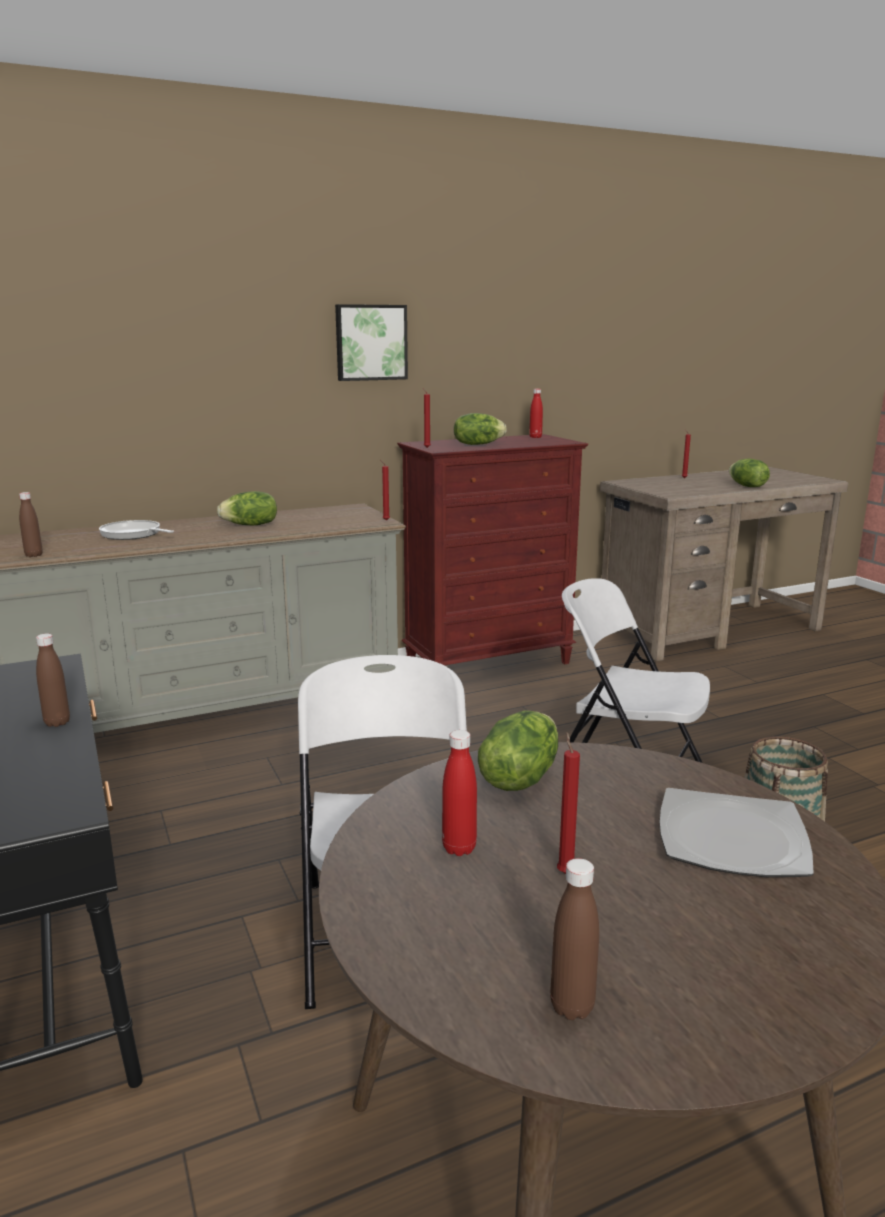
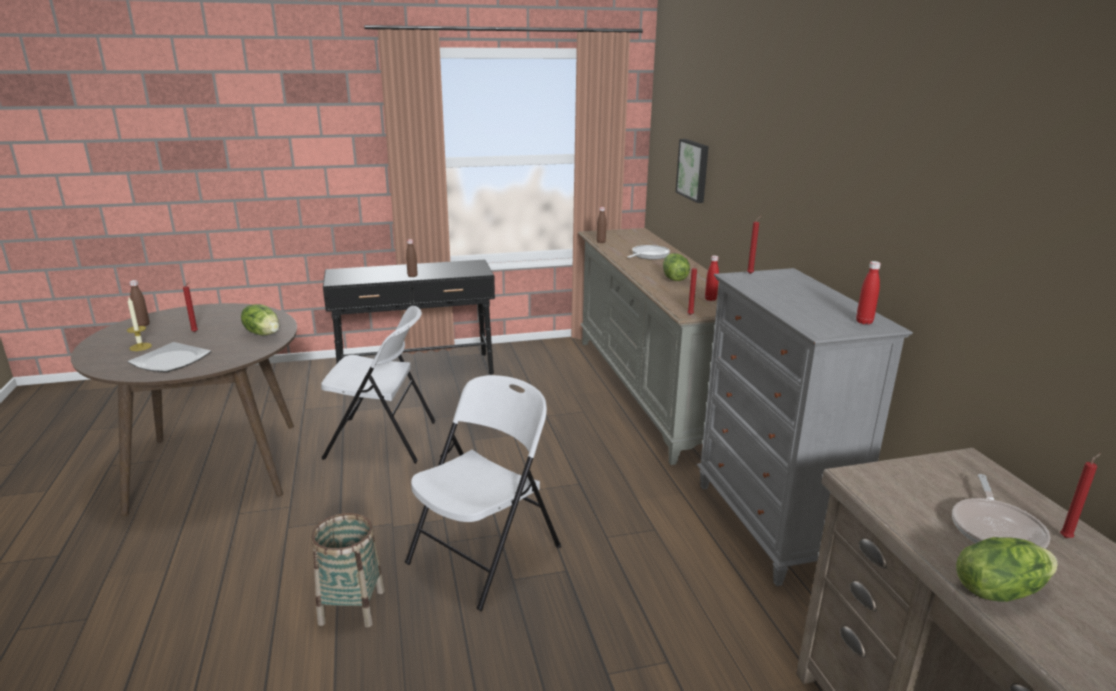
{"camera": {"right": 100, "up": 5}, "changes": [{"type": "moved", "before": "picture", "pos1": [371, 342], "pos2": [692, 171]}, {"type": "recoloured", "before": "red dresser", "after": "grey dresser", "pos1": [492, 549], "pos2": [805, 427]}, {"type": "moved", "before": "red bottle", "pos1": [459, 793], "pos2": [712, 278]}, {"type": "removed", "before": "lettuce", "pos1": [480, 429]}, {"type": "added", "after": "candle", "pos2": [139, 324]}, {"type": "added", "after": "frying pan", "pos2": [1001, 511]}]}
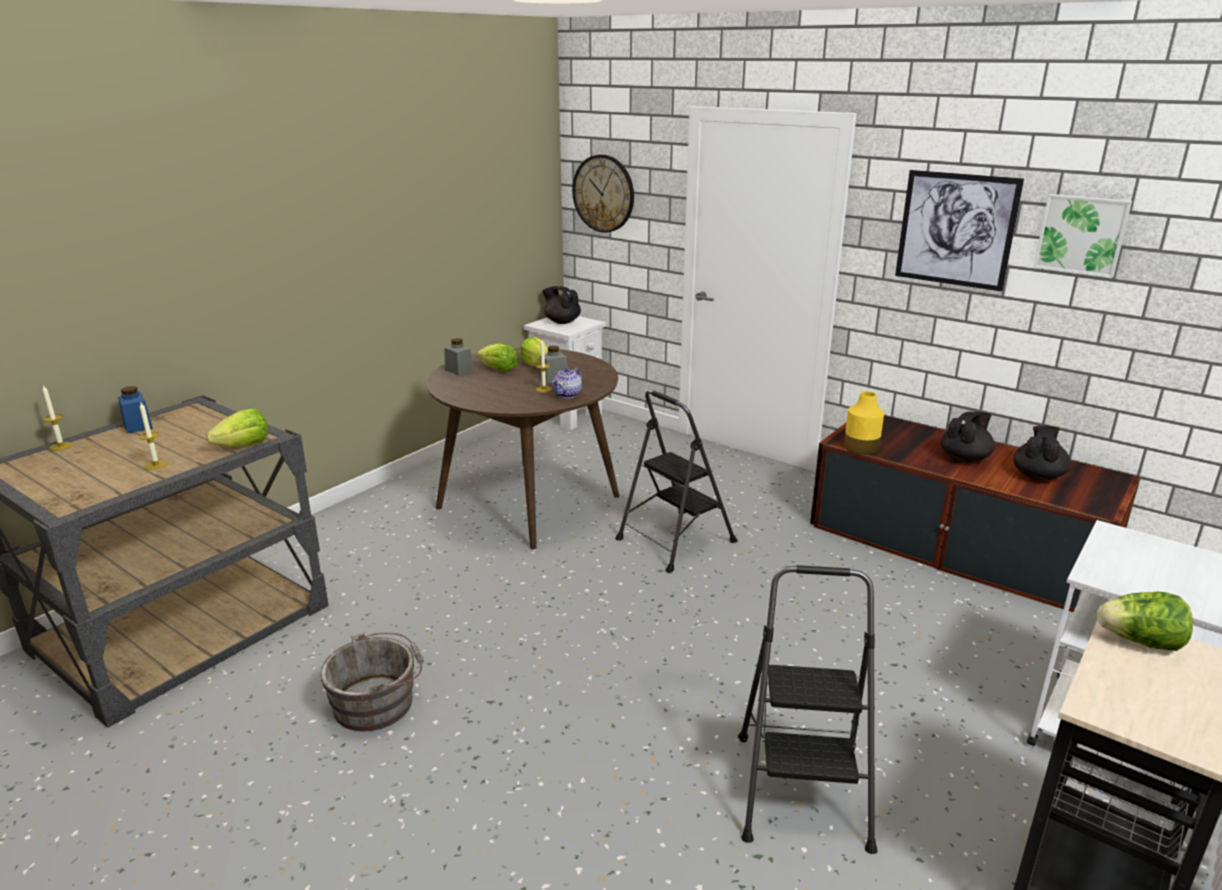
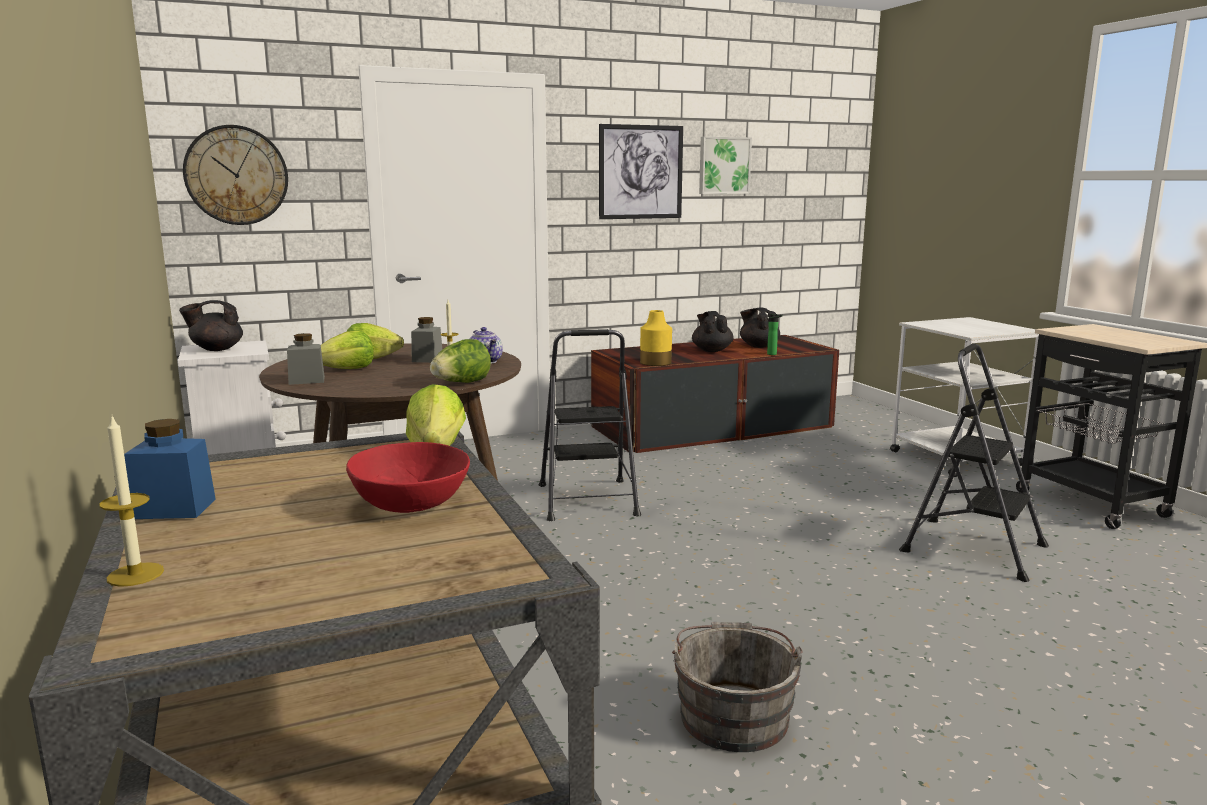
{"camera": {"right": -60, "up": -10}, "changes": [{"type": "replaced", "before": "candle", "after": "red bowl", "pos1": [153, 436], "pos2": [408, 477]}, {"type": "moved", "before": "lettuce", "pos1": [1145, 621], "pos2": [460, 361]}, {"type": "added", "after": "bottle", "pos2": [775, 334]}]}
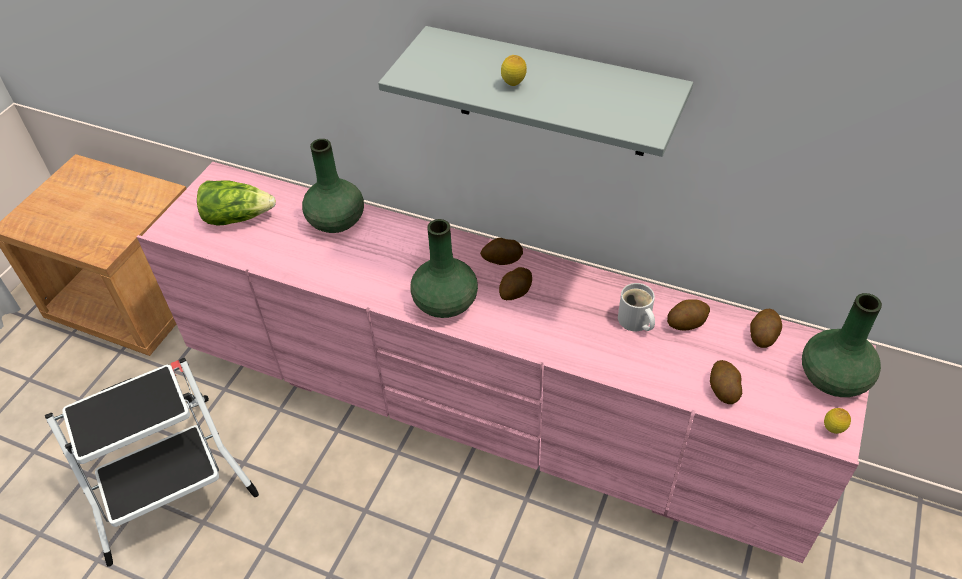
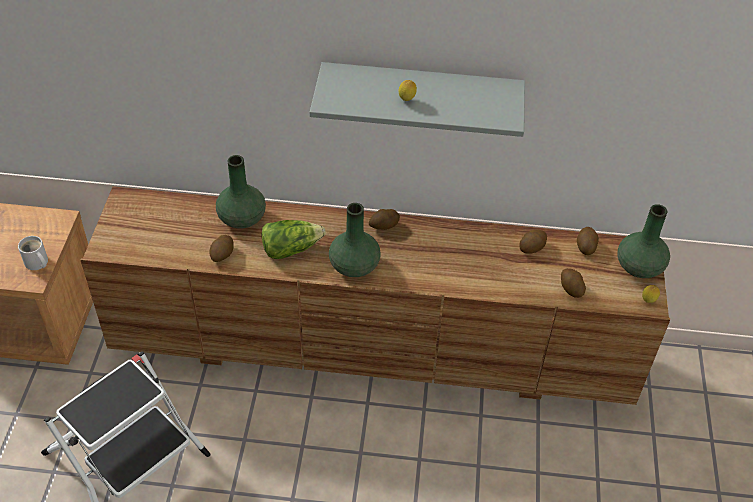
{"camera": {"right": -20, "up": 0}, "changes": [{"type": "recoloured", "before": "pink cabinet", "after": "brown cabinet", "pos1": [506, 362], "pos2": [375, 295]}, {"type": "moved", "before": "lettuce", "pos1": [236, 203], "pos2": [293, 239]}, {"type": "moved", "before": "potato", "pos1": [515, 283], "pos2": [222, 248]}, {"type": "moved", "before": "white mug", "pos1": [636, 307], "pos2": [33, 253]}]}
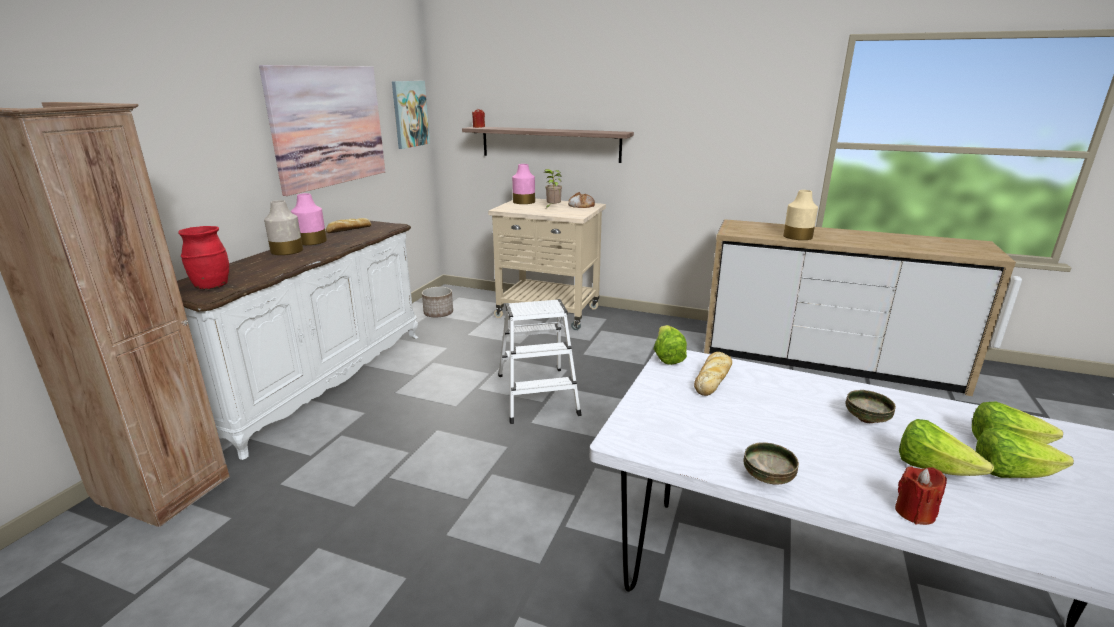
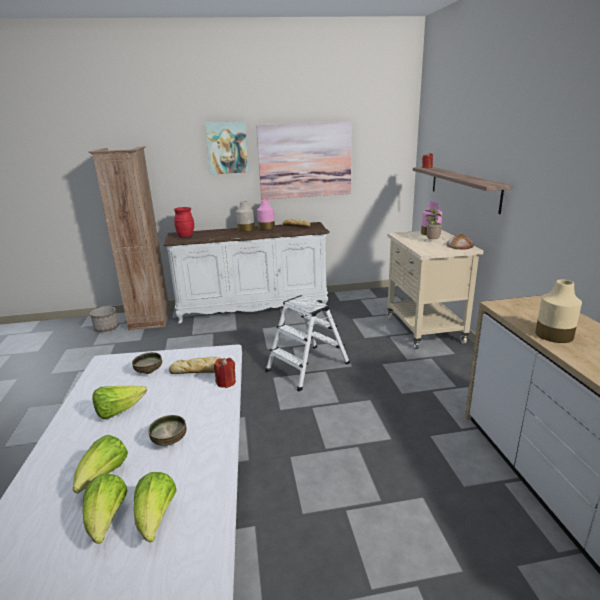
{"camera": {"right": 60, "up": 0}, "changes": [{"type": "moved", "before": "picture", "pos1": [411, 115], "pos2": [227, 148]}, {"type": "moved", "before": "planter", "pos1": [437, 302], "pos2": [104, 319]}, {"type": "moved", "before": "lettuce", "pos1": [670, 345], "pos2": [119, 402]}, {"type": "moved", "before": "bowl", "pos1": [771, 463], "pos2": [147, 363]}, {"type": "moved", "before": "red candle", "pos1": [921, 495], "pos2": [225, 373]}]}
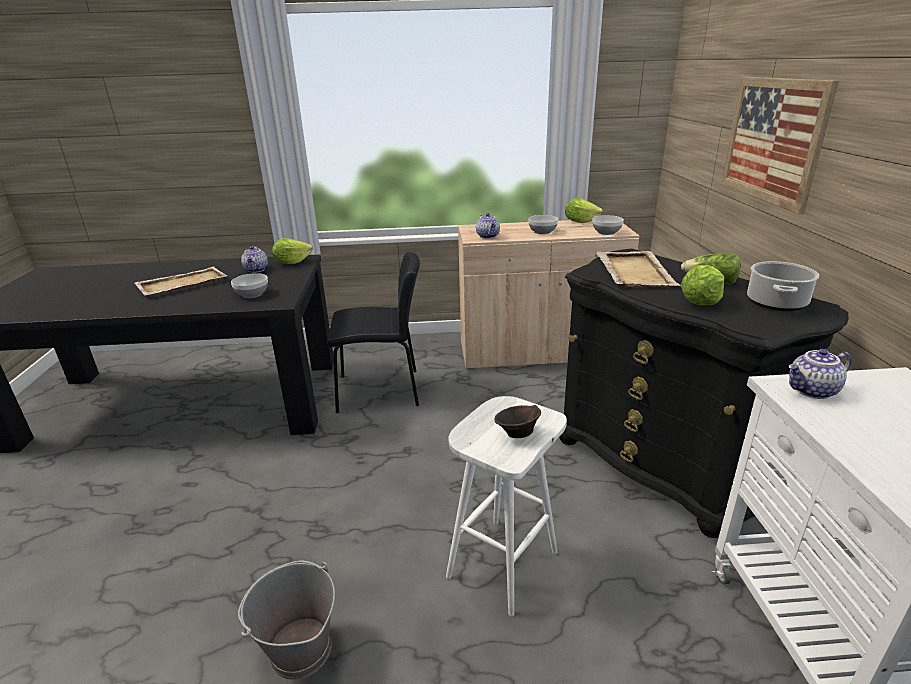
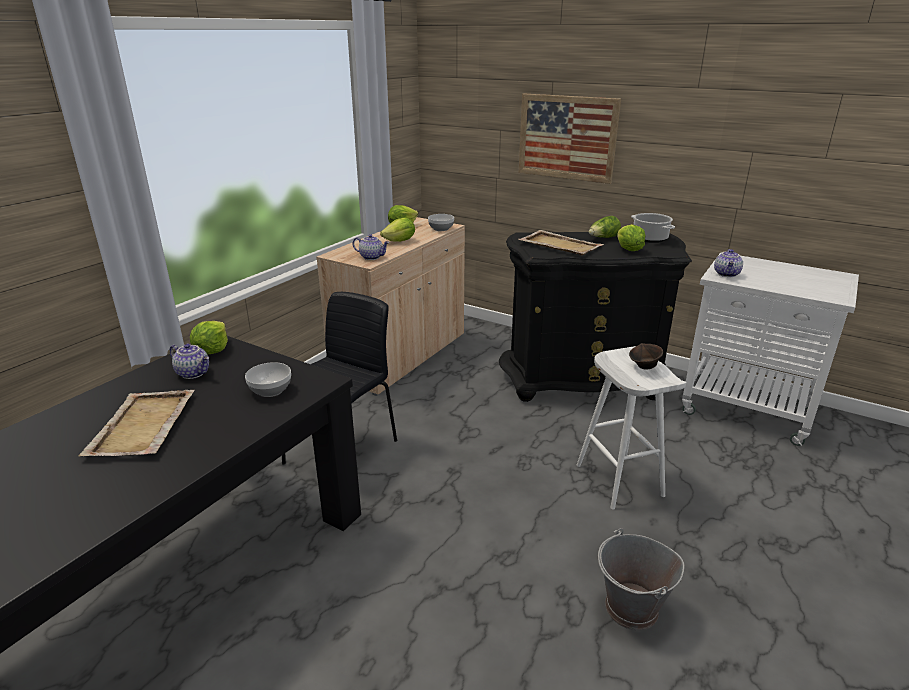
{"camera": {"right": -55, "up": 0}, "changes": [{"type": "replaced", "before": "bowl", "after": "lettuce", "pos1": [543, 224], "pos2": [397, 230]}]}
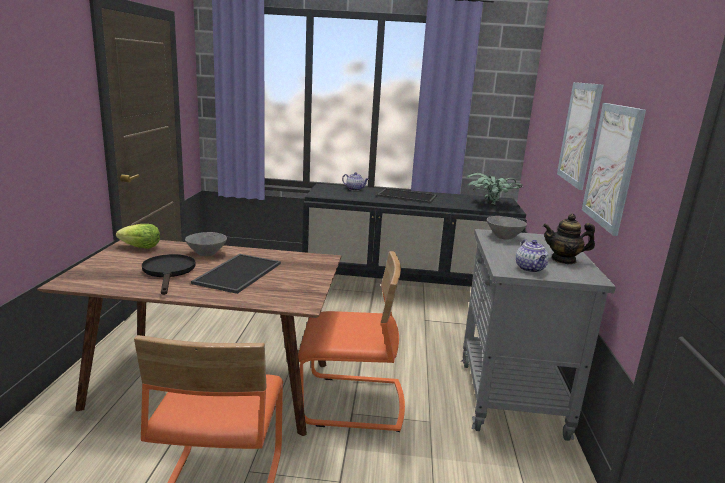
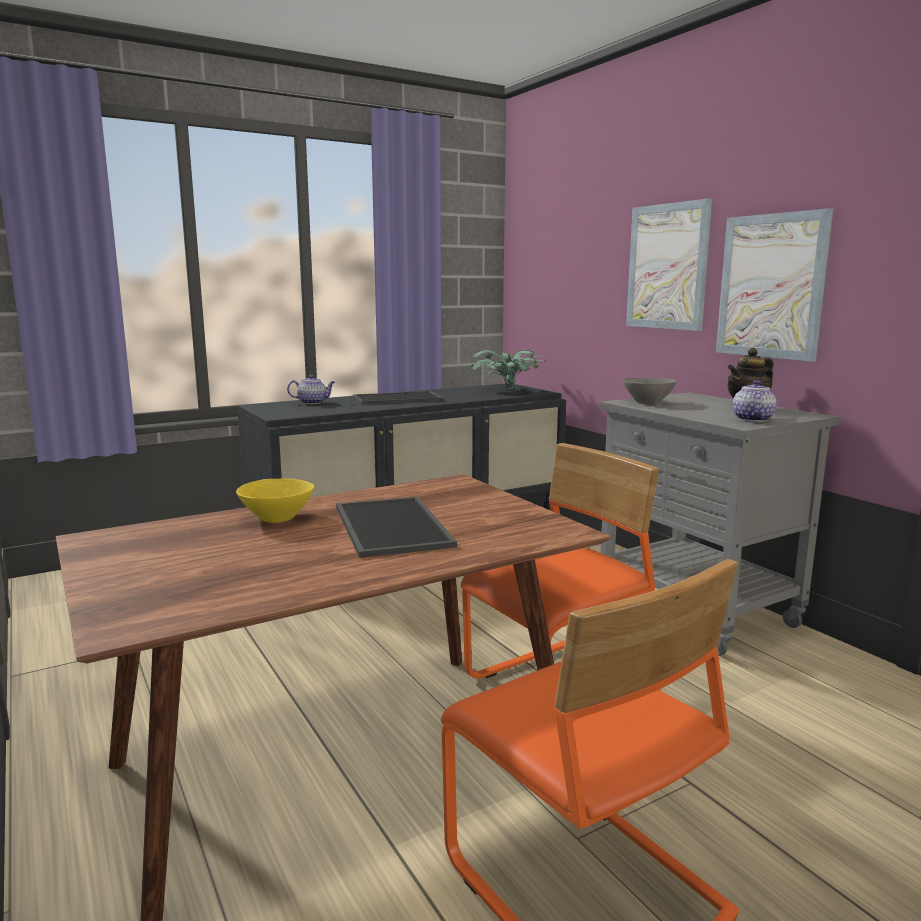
{"camera": {"right": -35, "up": -5}, "changes": [{"type": "removed", "before": "lettuce", "pos1": [138, 236]}, {"type": "removed", "before": "black frying pan", "pos1": [168, 274]}, {"type": "recoloured", "before": "grey bowl", "after": "yellow bowl", "pos1": [206, 244], "pos2": [275, 500]}, {"type": "turned", "before": "teapot", "pos1": [532, 256], "pos2": [754, 401], "turn": -120}]}
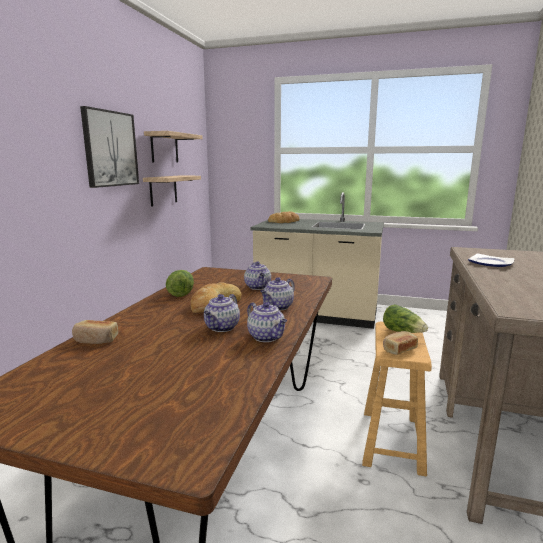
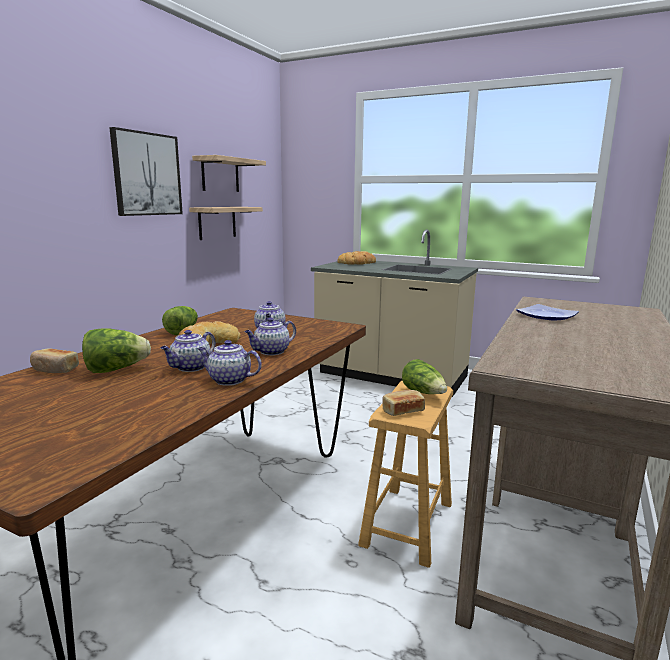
{"camera": {"right": 10, "up": 0}, "changes": [{"type": "turned", "before": "teapot", "pos1": [267, 322], "pos2": [229, 363], "turn": 135}, {"type": "added", "after": "lettuce", "pos2": [116, 350]}]}
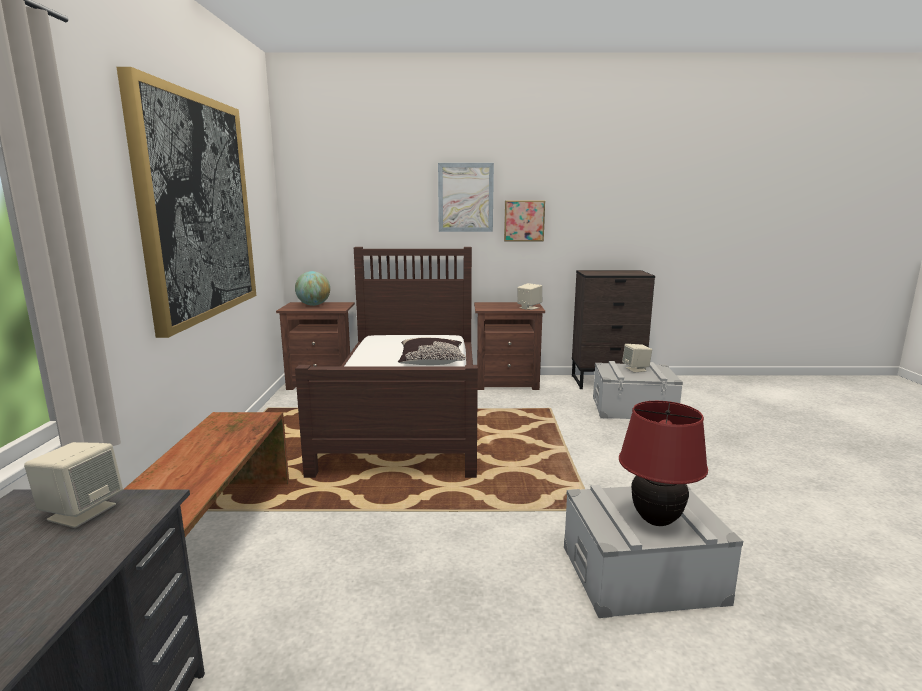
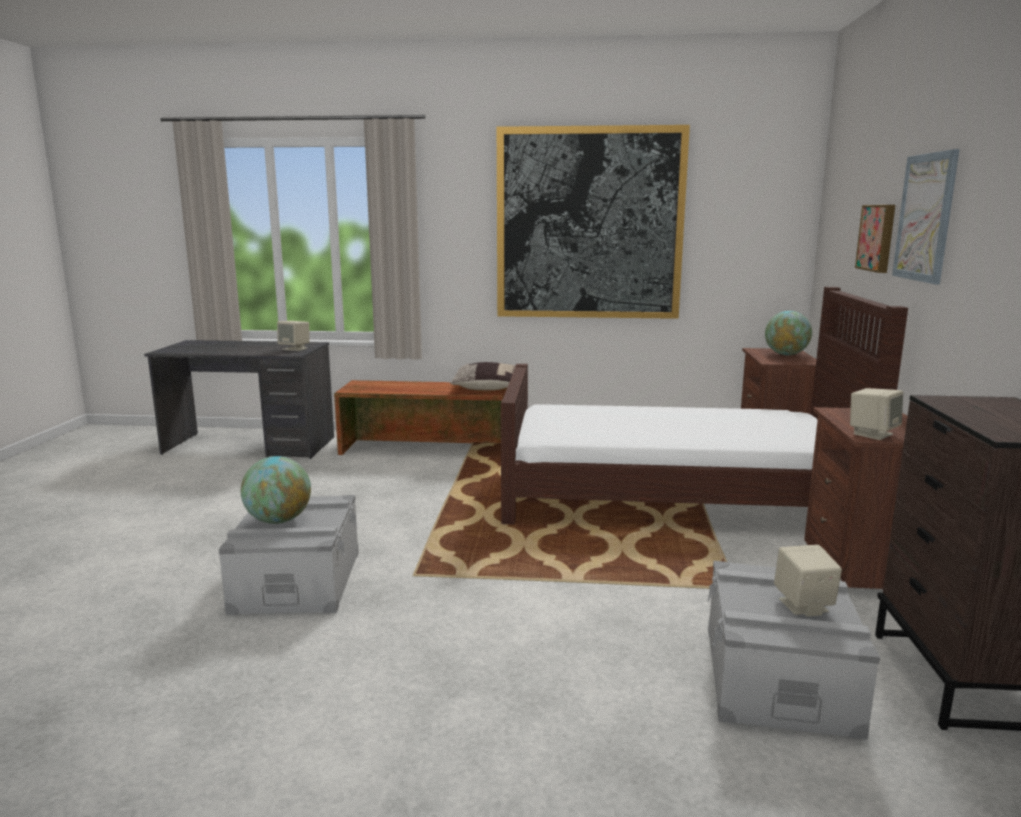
{"camera": {"right": 95, "up": 0}, "changes": [{"type": "moved", "before": "pillow", "pos1": [432, 351], "pos2": [483, 376]}, {"type": "moved", "before": "picture", "pos1": [524, 221], "pos2": [875, 239]}, {"type": "replaced", "before": "red table lamp", "after": "globe", "pos1": [663, 463], "pos2": [276, 490]}]}
